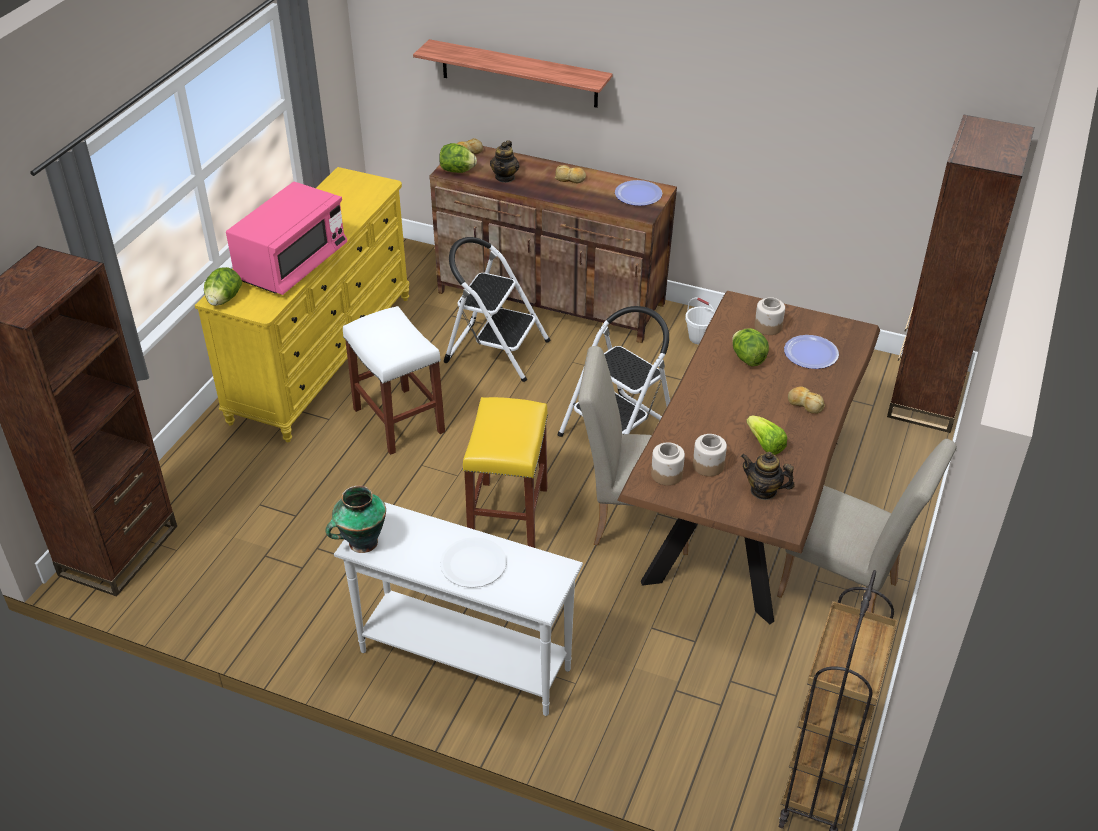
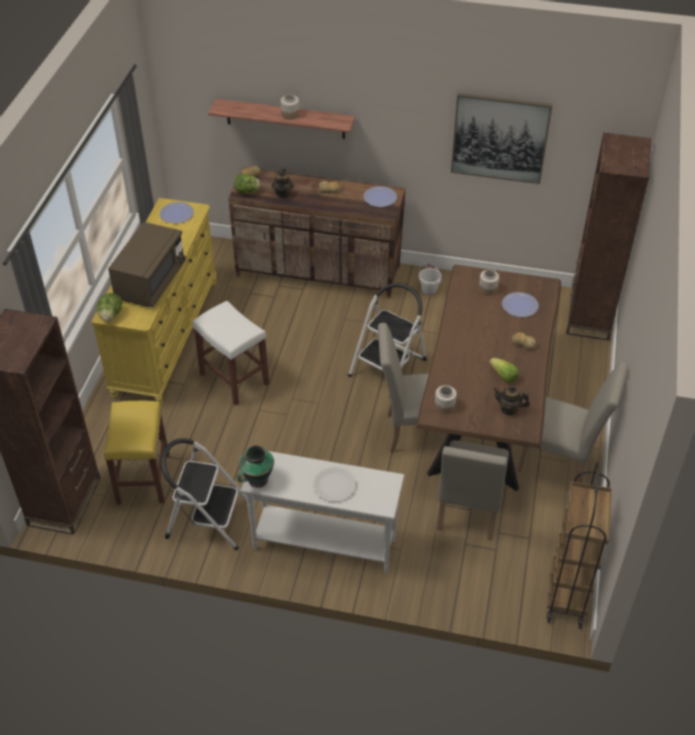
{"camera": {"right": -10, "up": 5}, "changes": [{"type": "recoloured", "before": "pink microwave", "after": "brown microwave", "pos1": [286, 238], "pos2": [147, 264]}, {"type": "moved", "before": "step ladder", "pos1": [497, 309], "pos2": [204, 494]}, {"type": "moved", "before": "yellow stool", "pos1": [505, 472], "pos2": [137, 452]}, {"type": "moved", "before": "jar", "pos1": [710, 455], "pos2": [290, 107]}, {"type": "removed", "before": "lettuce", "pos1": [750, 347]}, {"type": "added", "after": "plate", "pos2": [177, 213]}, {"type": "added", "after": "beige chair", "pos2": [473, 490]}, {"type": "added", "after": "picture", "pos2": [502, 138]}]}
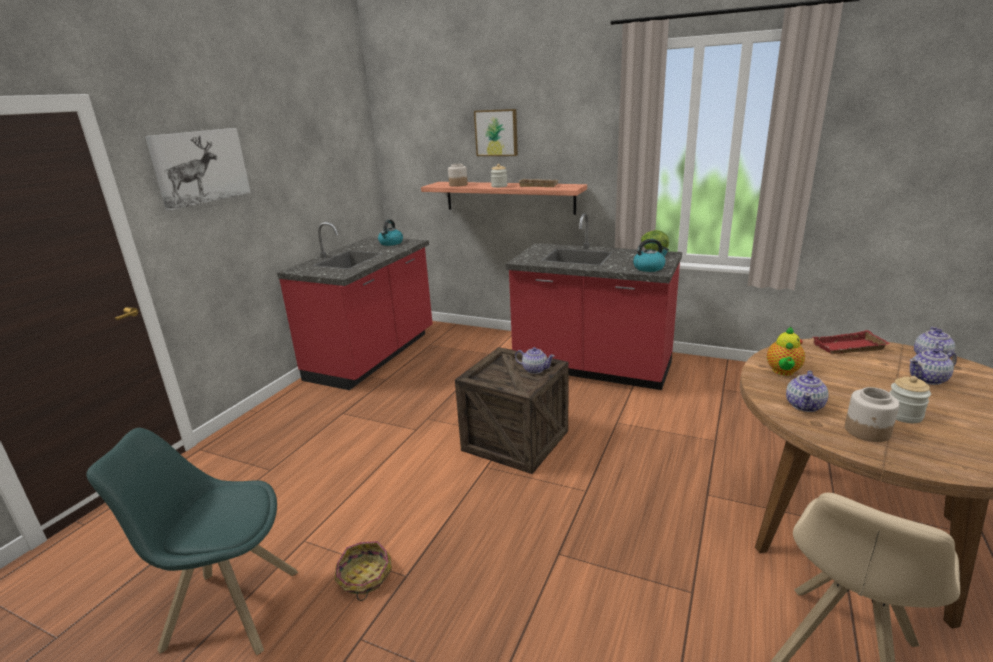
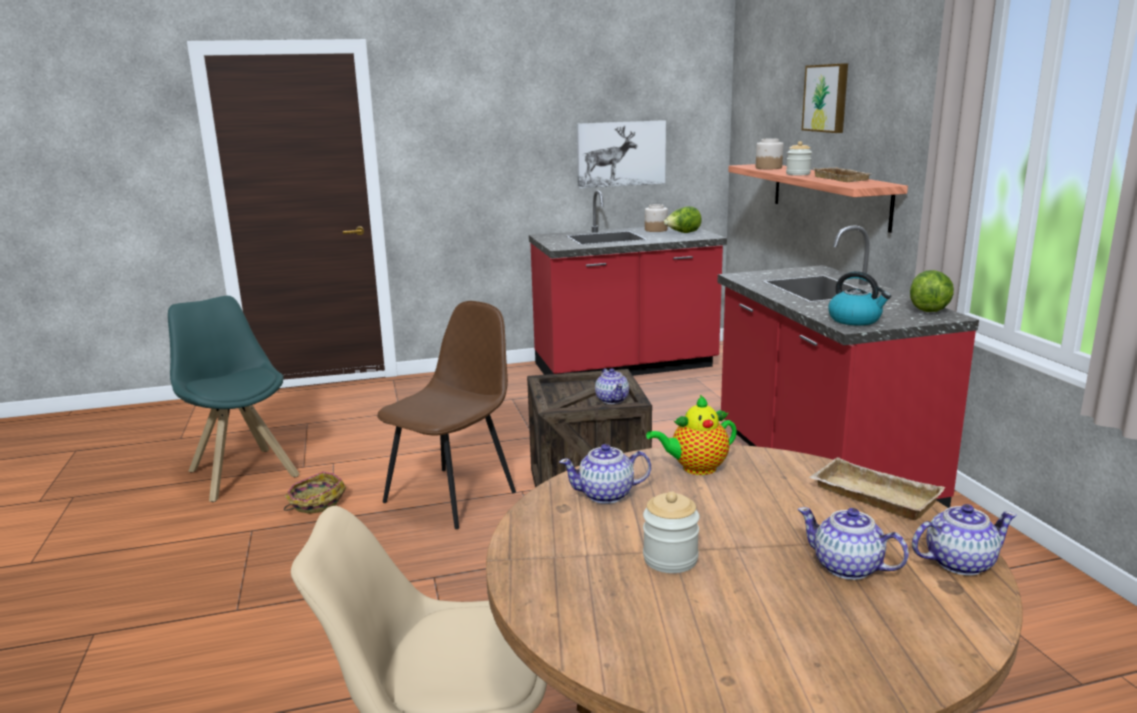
{"camera": {"right": 50, "up": -5}, "changes": [{"type": "moved", "before": "picture", "pos1": [198, 169], "pos2": [621, 154]}, {"type": "replaced", "before": "kettle", "after": "lettuce", "pos1": [390, 233], "pos2": [683, 219]}, {"type": "recoloured", "before": "red tray", "after": "beige tray", "pos1": [852, 342], "pos2": [877, 488]}, {"type": "moved", "before": "jar", "pos1": [872, 414], "pos2": [656, 218]}, {"type": "added", "after": "brown chair", "pos2": [446, 415]}]}
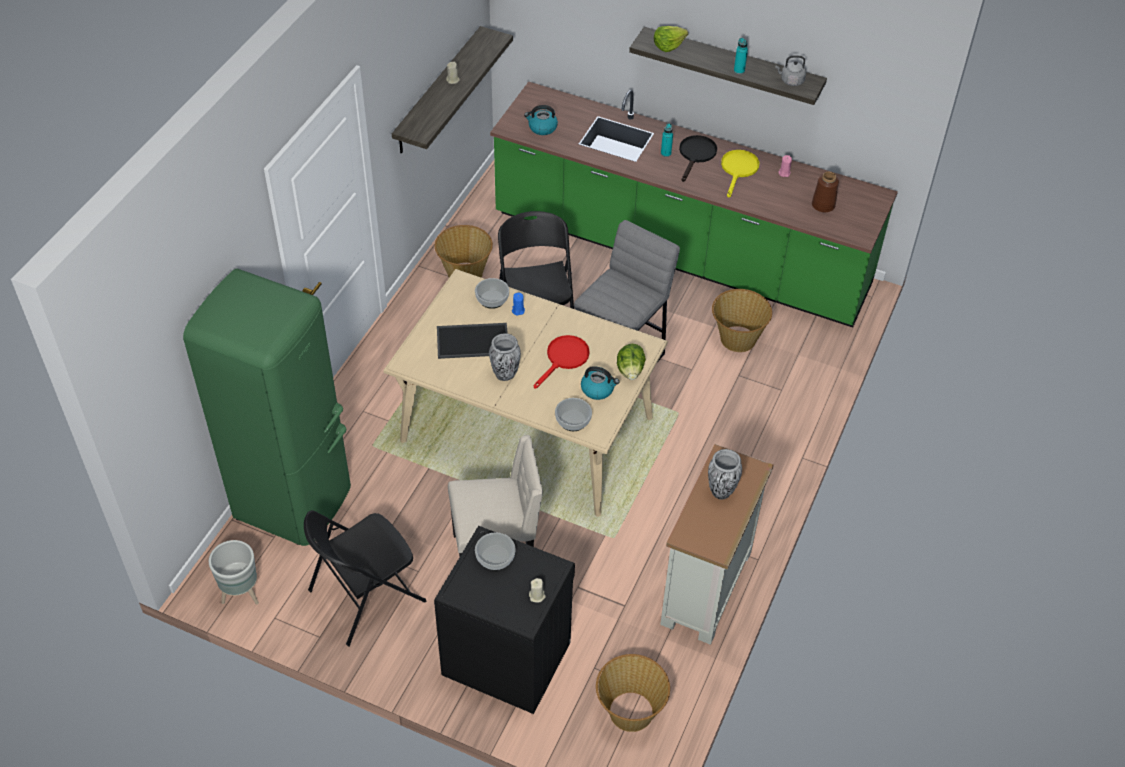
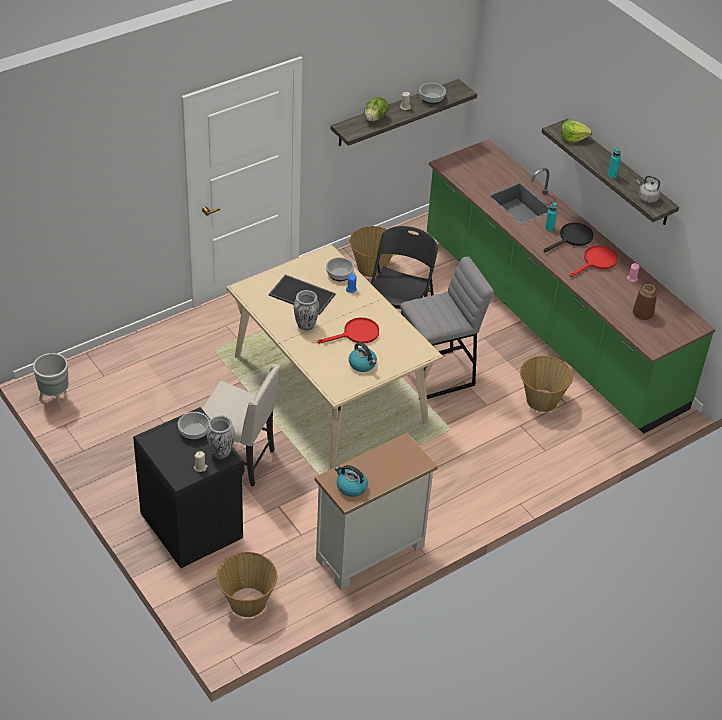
{"camera": {"right": 30, "up": -5}, "changes": [{"type": "removed", "before": "green fridge", "pos1": [267, 407]}, {"type": "removed", "before": "black chair", "pos1": [365, 578]}, {"type": "moved", "before": "kettle", "pos1": [541, 120], "pos2": [351, 481]}, {"type": "moved", "before": "bowl", "pos1": [573, 414], "pos2": [432, 93]}, {"type": "moved", "before": "lettuce", "pos1": [631, 362], "pos2": [376, 109]}, {"type": "moved", "before": "vase", "pos1": [725, 474], "pos2": [220, 437]}, {"type": "recoloured", "before": "yellow frying pan", "after": "red frying pan", "pos1": [740, 174], "pos2": [593, 261]}]}
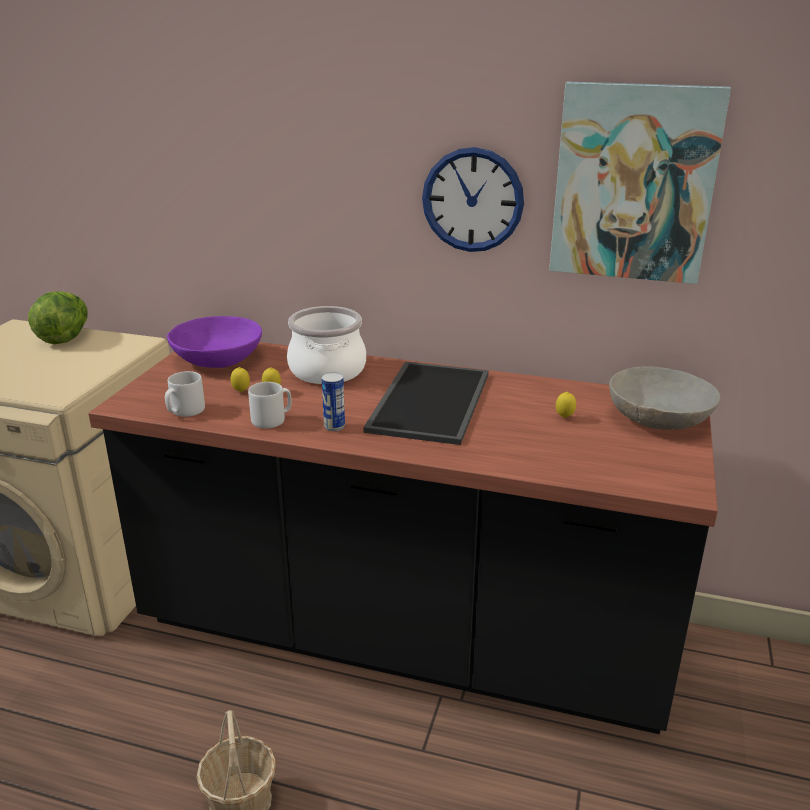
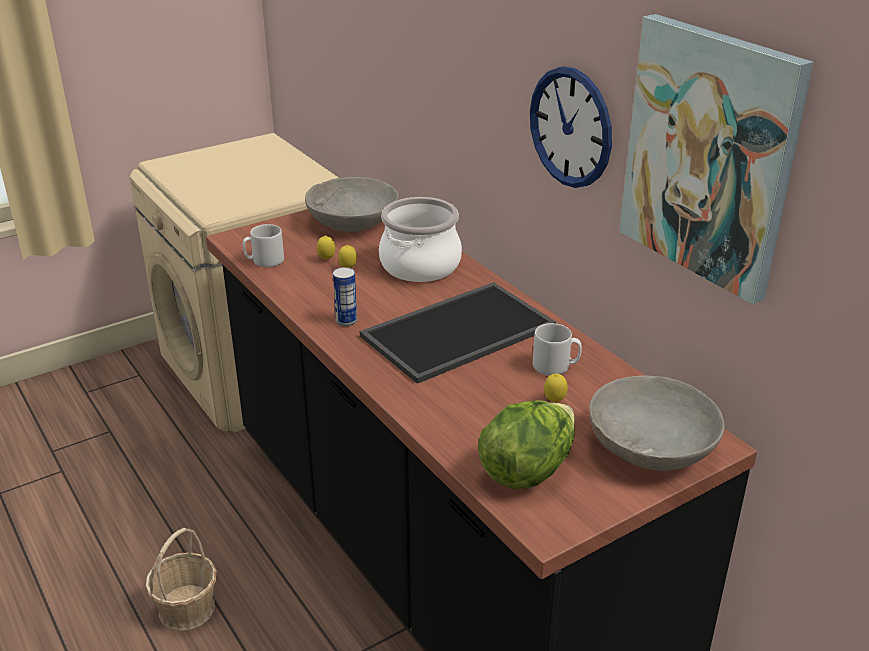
{"camera": {"right": 40, "up": 5}, "changes": [{"type": "moved", "before": "lettuce", "pos1": [58, 317], "pos2": [526, 444]}, {"type": "recoloured", "before": "purple bowl", "after": "grey bowl", "pos1": [214, 342], "pos2": [351, 204]}, {"type": "moved", "before": "grey mug", "pos1": [270, 405], "pos2": [557, 349]}]}
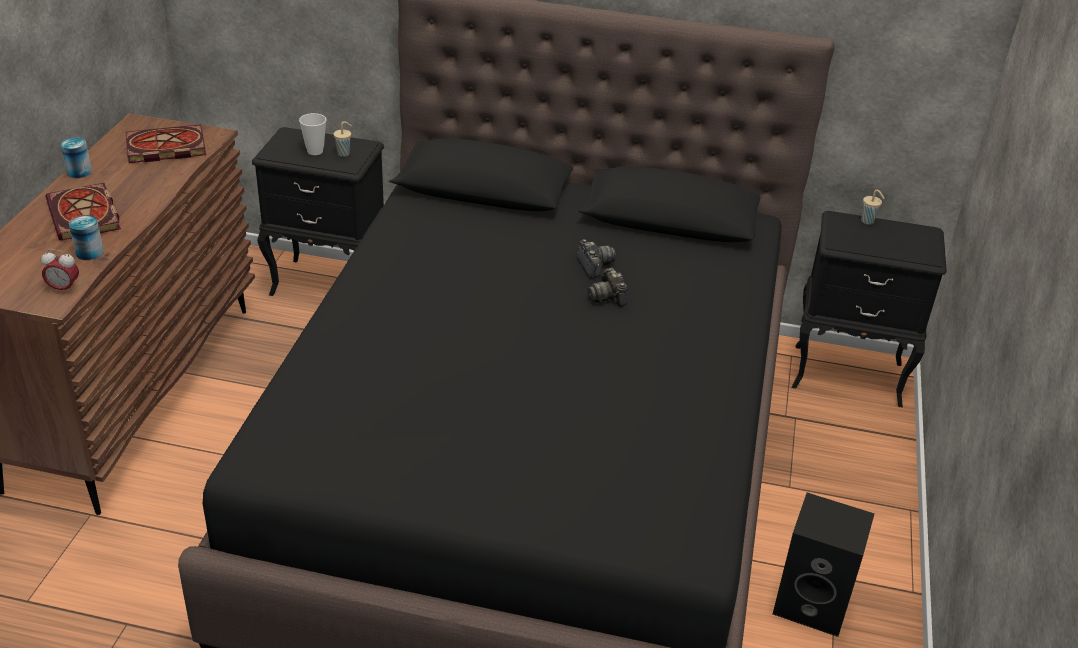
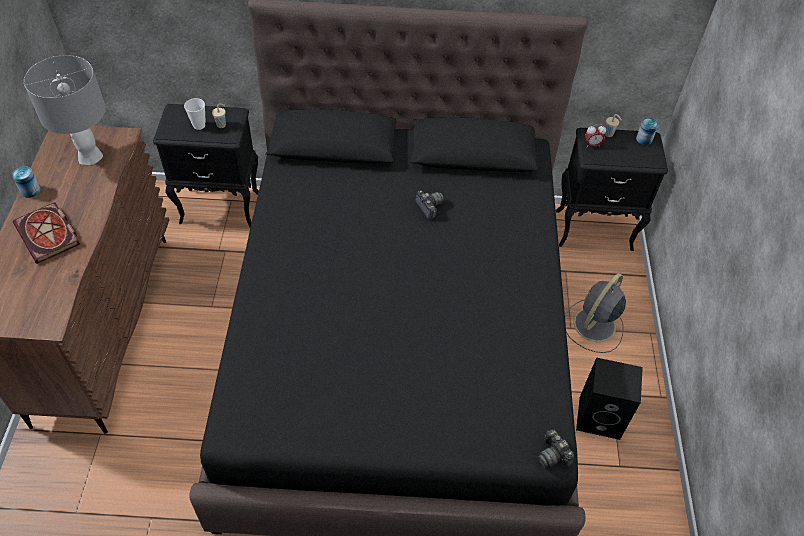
{"camera": {"right": -10, "up": 15}, "changes": [{"type": "moved", "before": "alarm clock", "pos1": [60, 271], "pos2": [595, 136]}, {"type": "moved", "before": "can", "pos1": [86, 237], "pos2": [647, 131]}, {"type": "replaced", "before": "book", "after": "grey table lamp", "pos1": [166, 143], "pos2": [65, 110]}, {"type": "moved", "before": "photo camera", "pos1": [608, 287], "pos2": [555, 448]}, {"type": "added", "after": "grey fan", "pos2": [595, 313]}]}
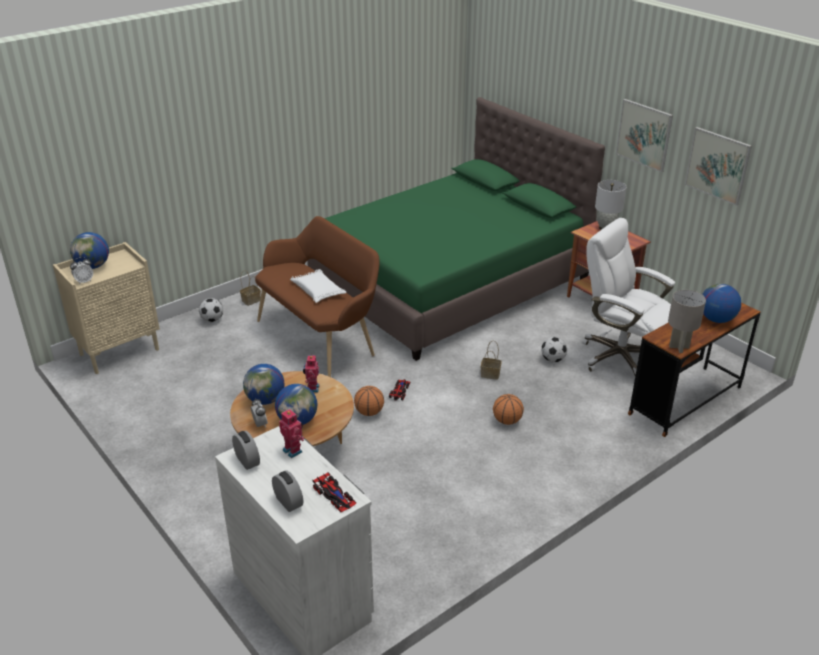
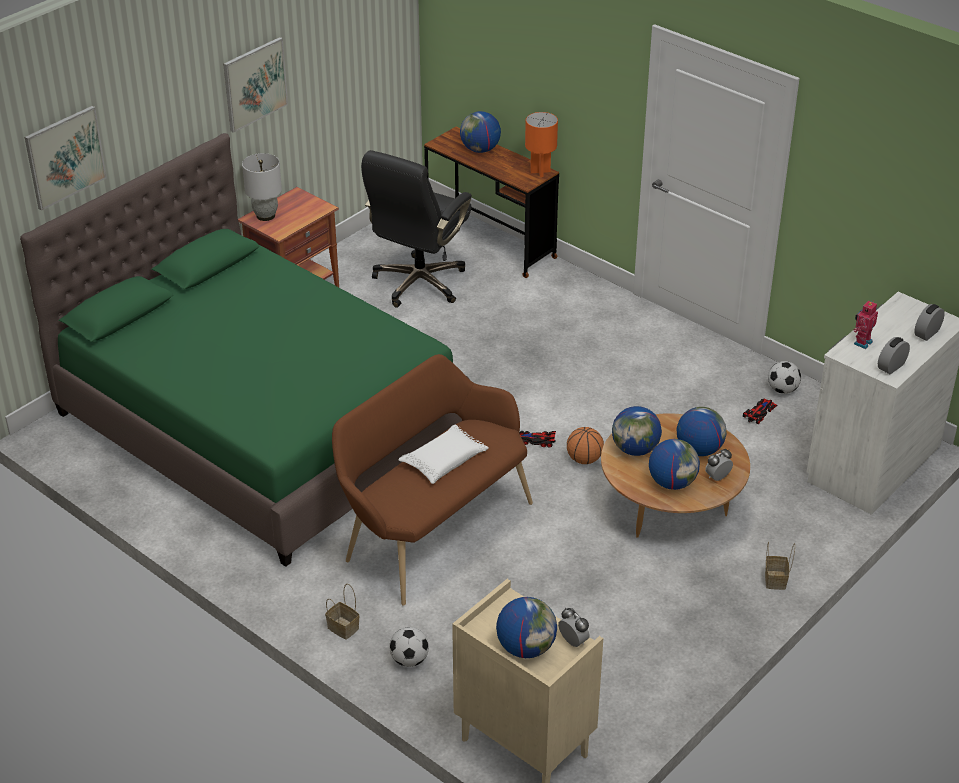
{"camera": {"right": -100, "up": 5}, "changes": [{"type": "replaced", "before": "toy robot", "after": "globe", "pos1": [311, 373], "pos2": [637, 431]}, {"type": "moved", "before": "toy car", "pos1": [335, 492], "pos2": [760, 411]}, {"type": "moved", "before": "basket", "pos1": [491, 360], "pos2": [780, 566]}, {"type": "removed", "before": "basketball", "pos1": [508, 409]}, {"type": "moved", "before": "football", "pos1": [554, 349], "pos2": [784, 377]}, {"type": "recoloured", "before": "white office chair", "after": "black office chair", "pos1": [628, 297], "pos2": [416, 229]}, {"type": "recoloured", "before": "grey table lamp", "after": "orange table lamp", "pos1": [687, 321], "pos2": [541, 144]}, {"type": "moved", "before": "picture", "pos1": [718, 166], "pos2": [66, 158]}]}
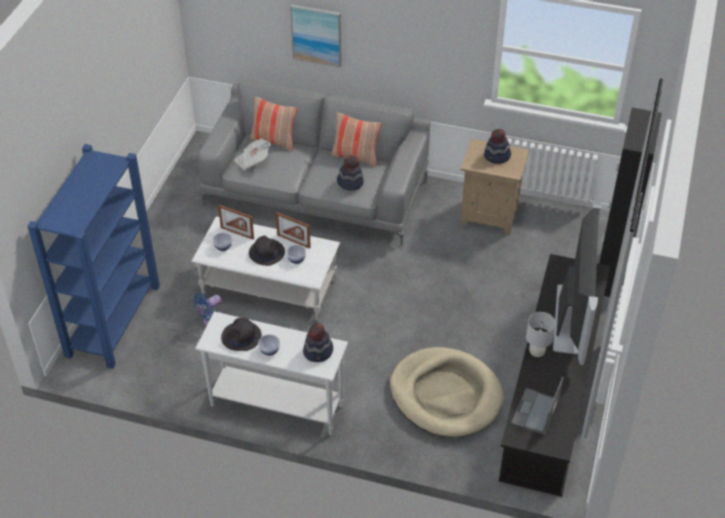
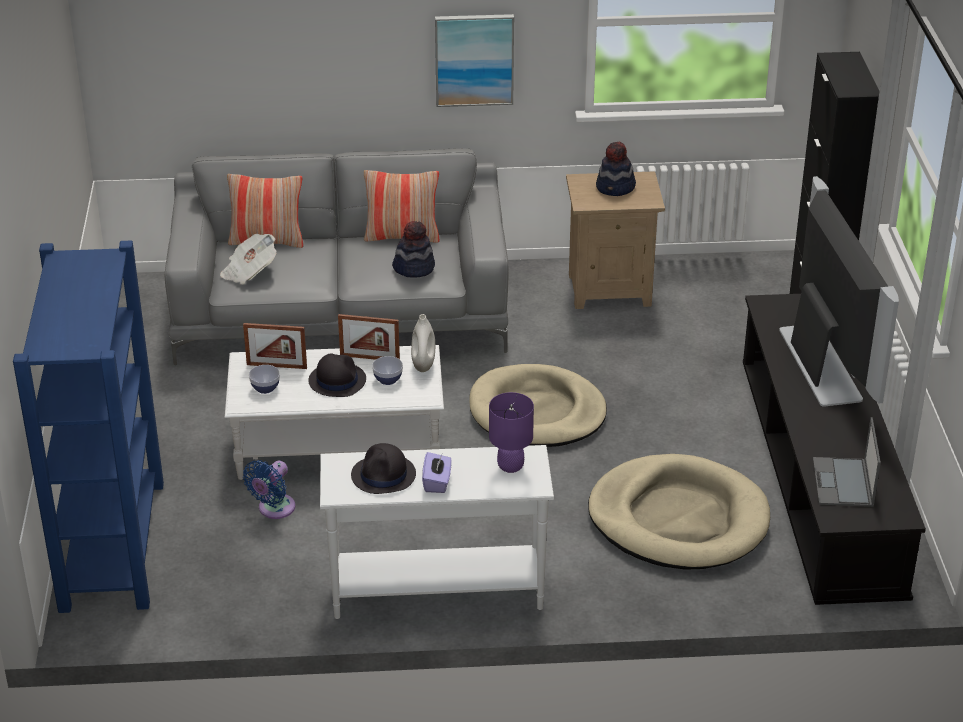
{"camera": {"right": -20, "up": -10}, "changes": [{"type": "replaced", "before": "bowl", "after": "purple tissue box", "pos1": [269, 345], "pos2": [437, 472]}, {"type": "moved", "before": "picture", "pos1": [316, 35], "pos2": [474, 60]}, {"type": "replaced", "before": "hat", "after": "purple table lamp", "pos1": [318, 342], "pos2": [511, 432]}, {"type": "removed", "before": "grey table lamp", "pos1": [541, 334]}, {"type": "added", "after": "white vase", "pos2": [423, 343]}, {"type": "added", "after": "beige dog bed", "pos2": [538, 405]}]}
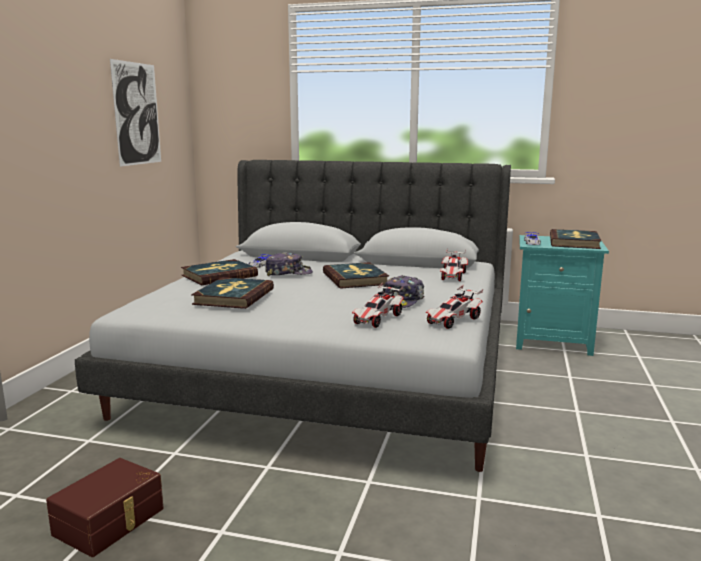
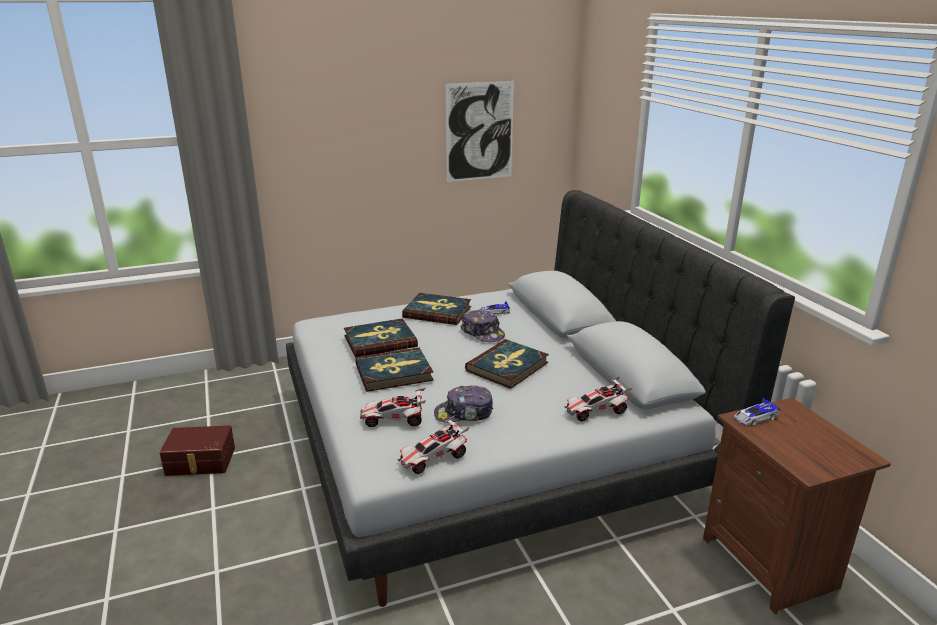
{"camera": {"right": 55, "up": 10}, "changes": [{"type": "turned", "before": "toy car", "pos1": [454, 307], "pos2": [434, 444], "turn": -45}, {"type": "recoloured", "before": "turquoise nightstand", "after": "brown nightstand", "pos1": [562, 295], "pos2": [797, 506]}, {"type": "moved", "before": "book", "pos1": [575, 239], "pos2": [394, 370]}]}
